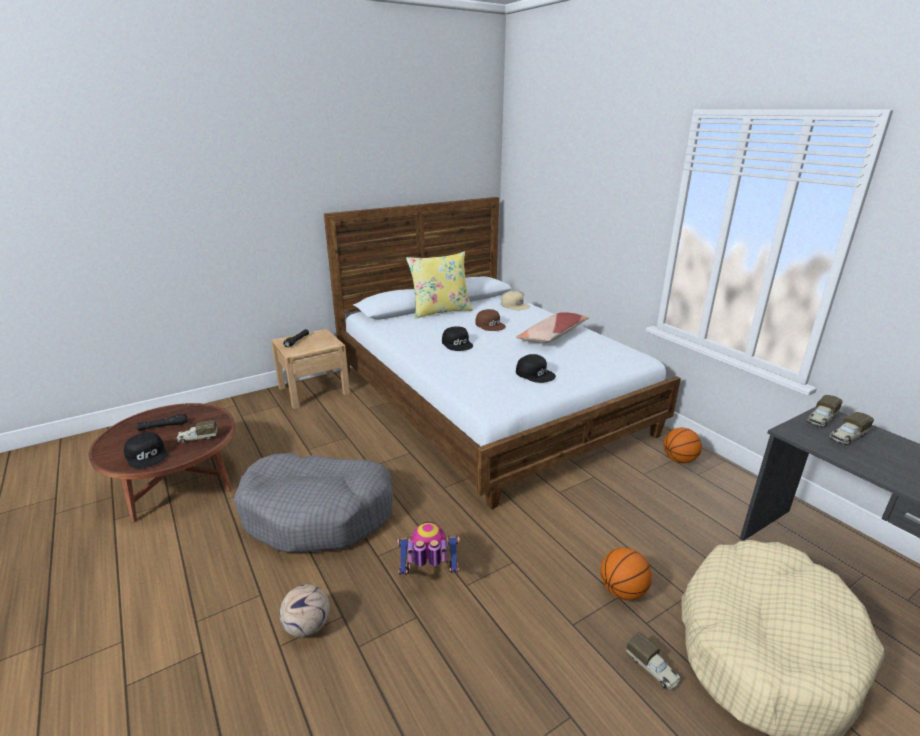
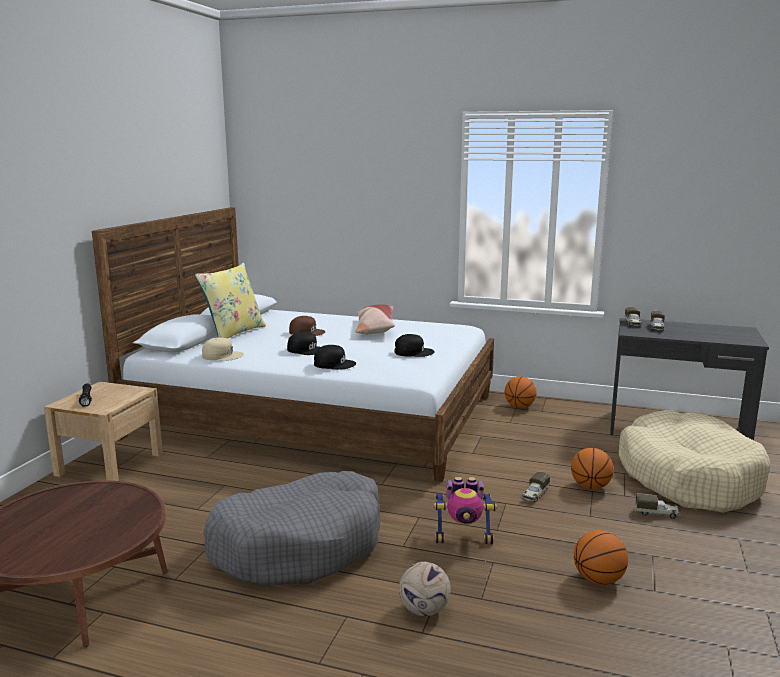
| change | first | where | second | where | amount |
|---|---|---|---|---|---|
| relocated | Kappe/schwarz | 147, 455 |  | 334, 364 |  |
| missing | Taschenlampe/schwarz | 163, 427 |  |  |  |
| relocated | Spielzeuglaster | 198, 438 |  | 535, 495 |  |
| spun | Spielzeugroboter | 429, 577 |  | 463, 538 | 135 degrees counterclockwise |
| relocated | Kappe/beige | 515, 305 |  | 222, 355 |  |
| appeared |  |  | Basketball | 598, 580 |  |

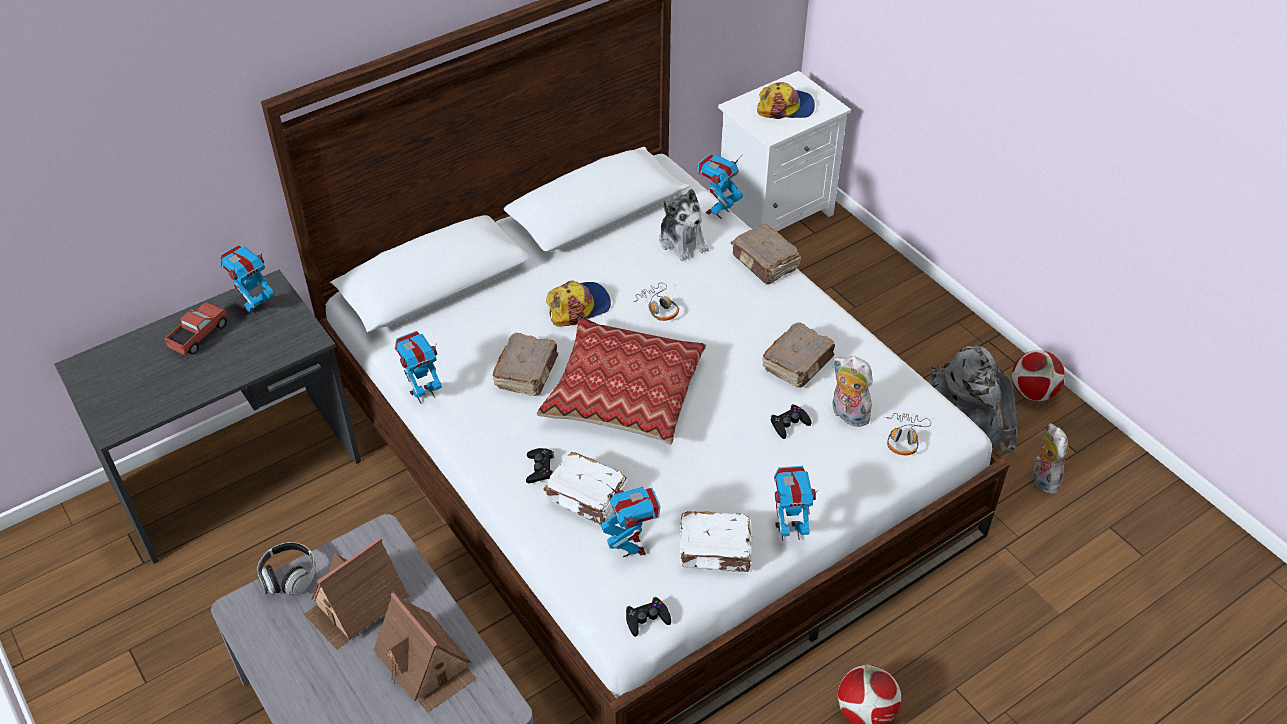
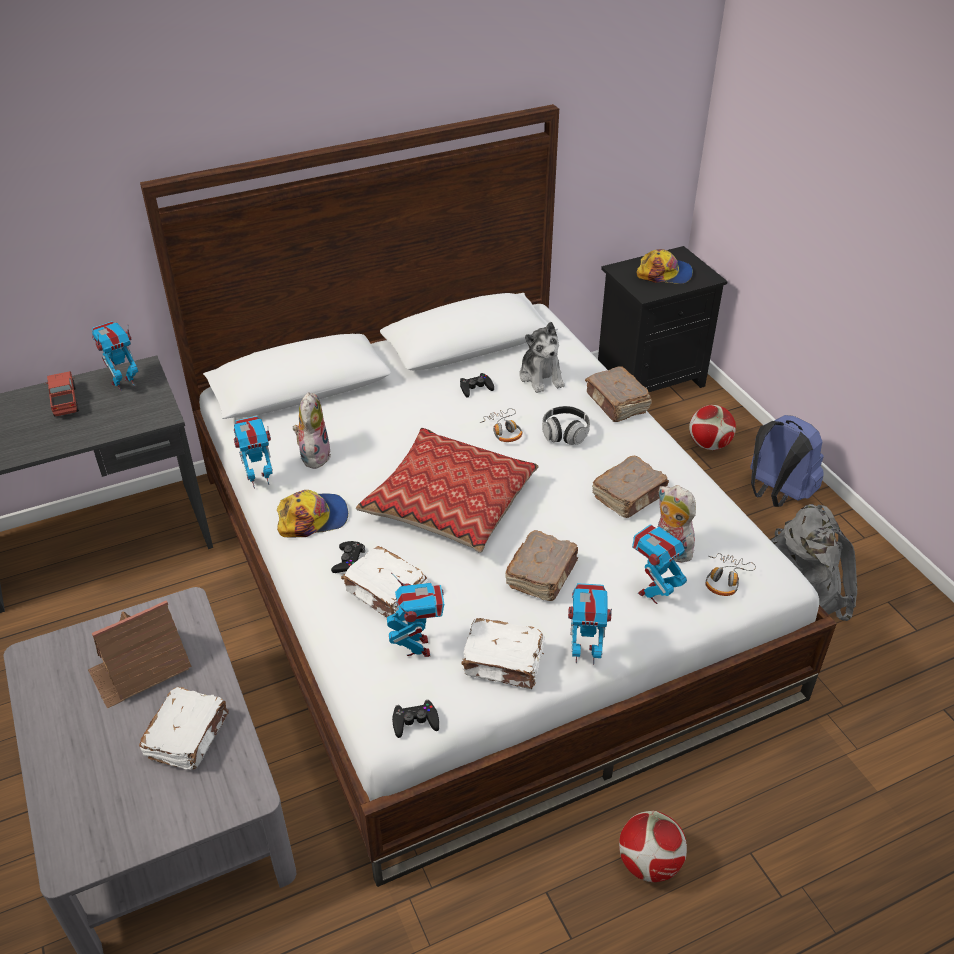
| change | first | where | second | where | amount |
|---|---|---|---|---|---|
| spun | Spielzeuglaster | 199, 336 |  | 65, 402 | 60 degrees counterclockwise |
| relocated | Kopfhörer | 289, 577 |  | 565, 433 |  |
| exchanged | Spielzeughaus | 426, 664 | Buch/weiß | 189, 736 |  |
| relocated | Buch/braun | 527, 372 |  | 542, 575 |  |
| relocated | Kappe | 578, 306 |  | 313, 518 |  |
| relocated | Spielzeugroboter | 718, 211 |  | 653, 593 |  |
| colour | Nachttisch/weiß | 775, 211 | Nachttisch/schwarz | 650, 378 |  |
| relocated | Gamepad/schwarz | 789, 424 |  | 476, 388 |  |
| relocated | Fußball | 1032, 392 |  | 709, 444 |  |
| relocated | Plüschtier | 1042, 478 |  | 313, 455 |  |
| appeared |  |  | Rucksack/blau | 776, 494 |  |

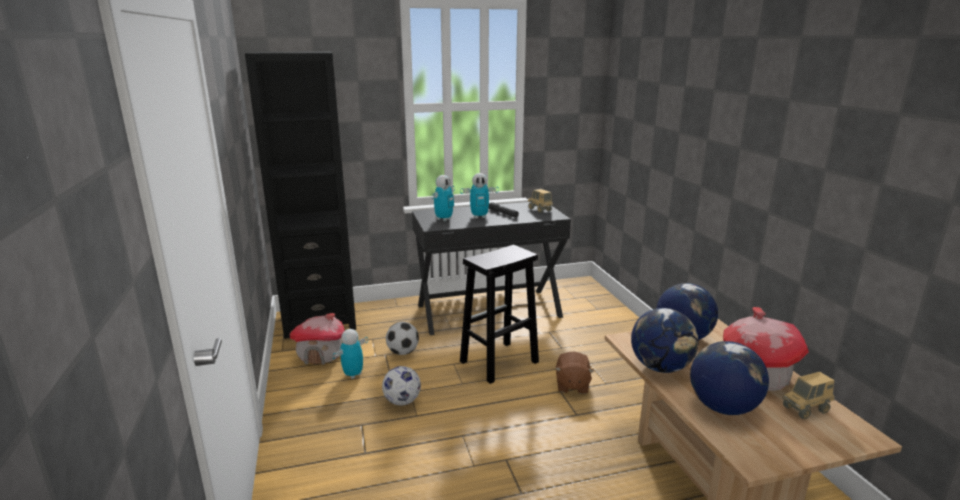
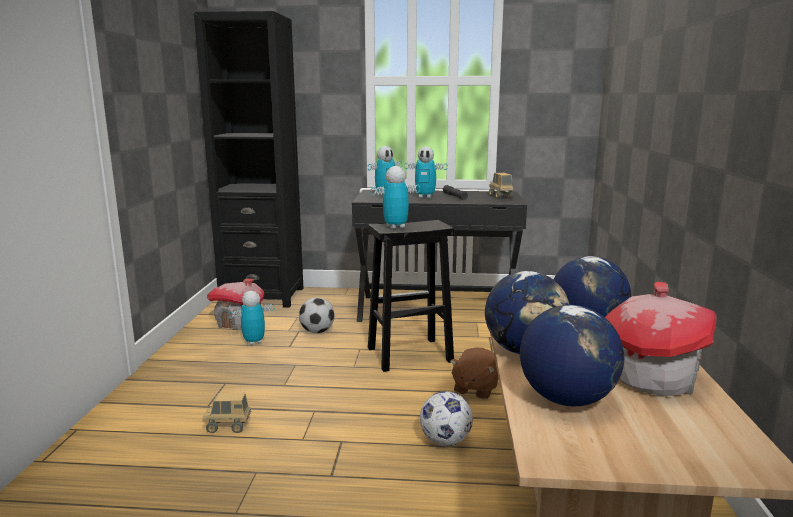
| change | first | where | second | where | amount |
|---|---|---|---|---|---|
| relocated | Fußball | 402, 401 |  | 445, 441 |  |
| relocated | Spielzeuglaster | 805, 409 |  | 228, 427 |  |
| appeared |  |  | Spielzeugroboter | 395, 227 |  |

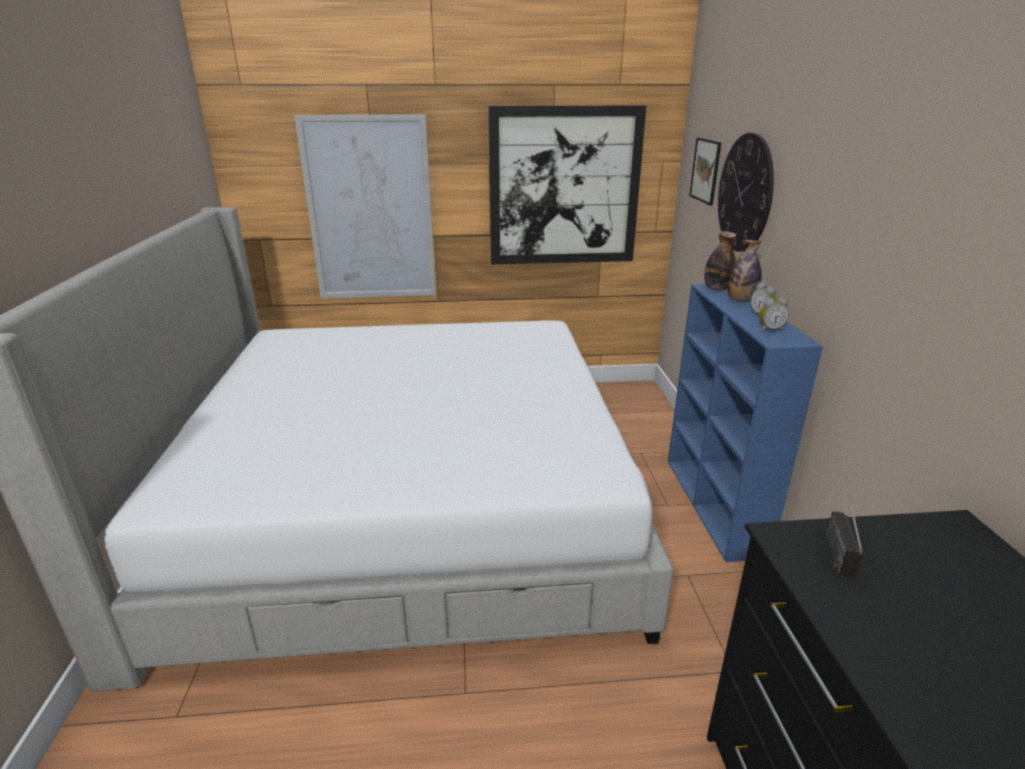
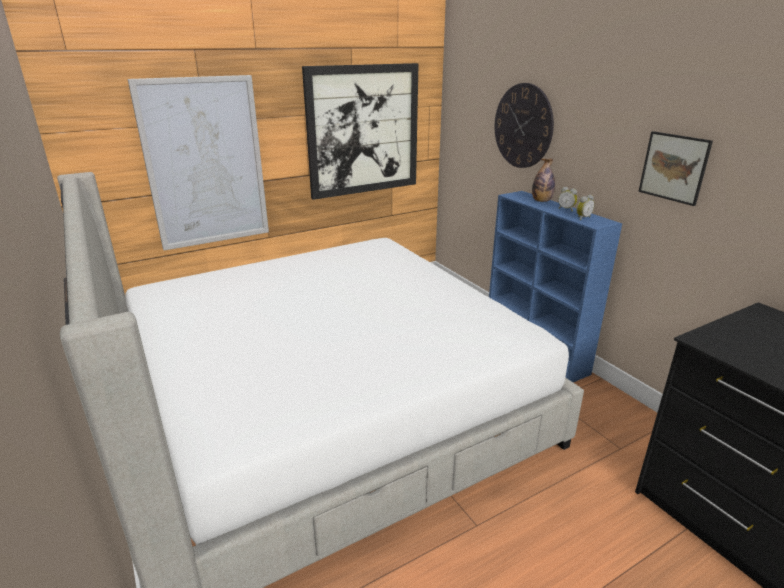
| change | first | where | second | where | amount |
|---|---|---|---|---|---|
| relocated | Bild | 705, 170 |  | 673, 167 |  |
| missing | Flasche | 716, 288 |  |  |  |
| missing | Radio | 834, 544 |  |  |  |

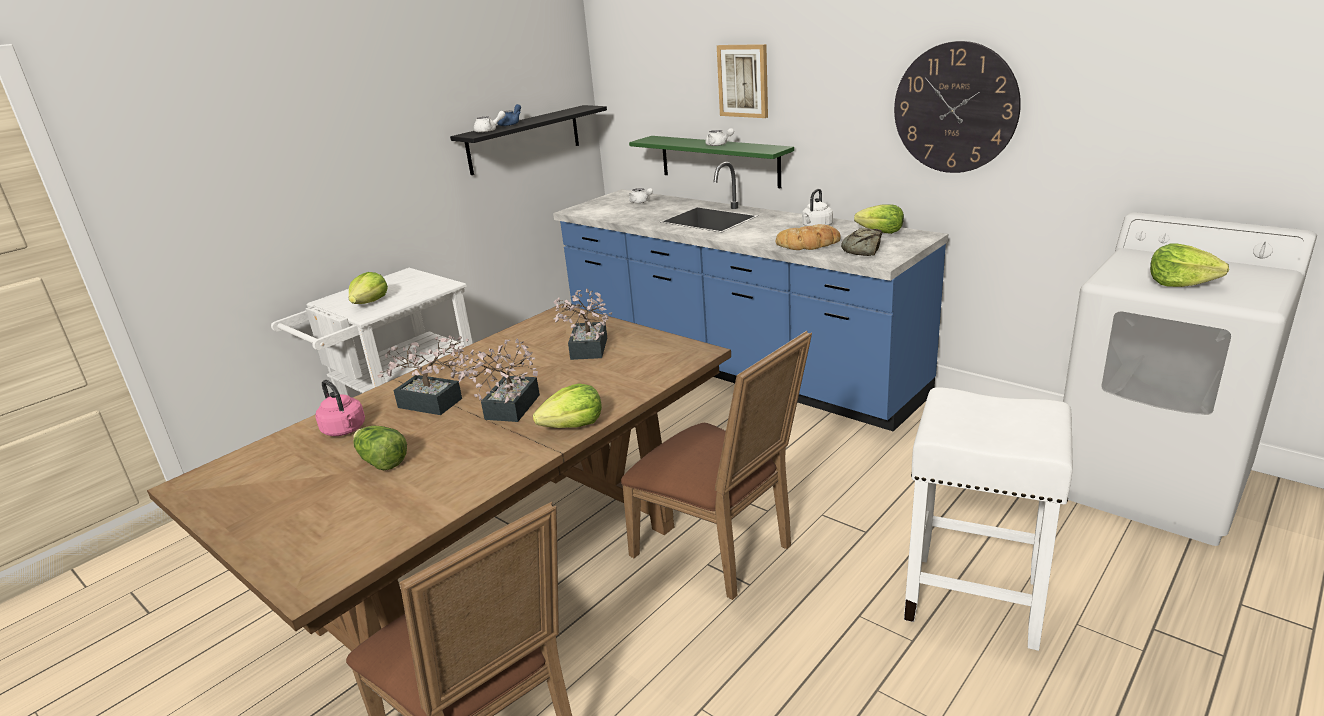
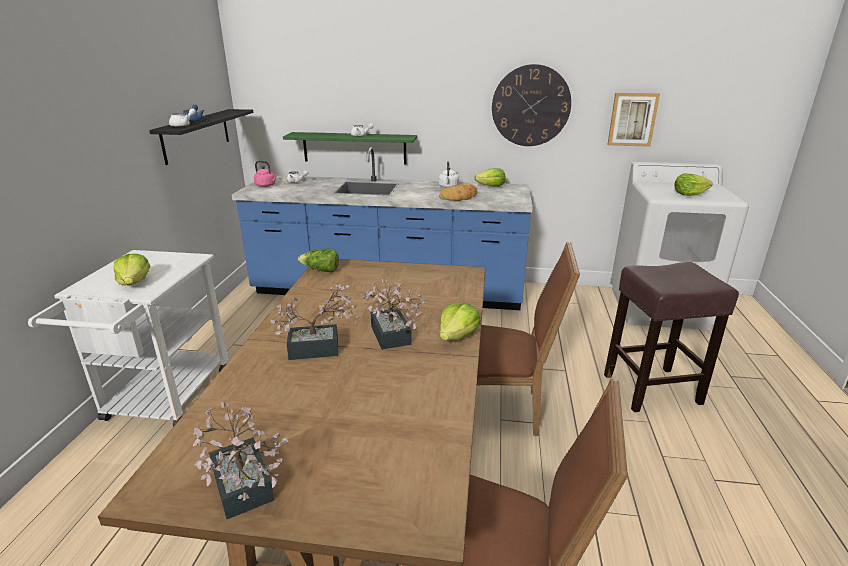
| change | first | where | second | where | amount |
|---|---|---|---|---|---|
| relocated | Wasserkessel/rosa | 345, 430 |  | 266, 185 |  |
| relocated | Salatkopf | 381, 461 |  | 321, 270 |  |
| relocated | Topfpflanze | 587, 351 |  | 244, 492 |  |
| relocated | Bild | 743, 81 |  | 632, 119 |  |
| missing | Brot | 863, 249 |  |  |  |
| colour | Hocker/weiß | 976, 600 | Hocker/braun | 653, 389 |  |

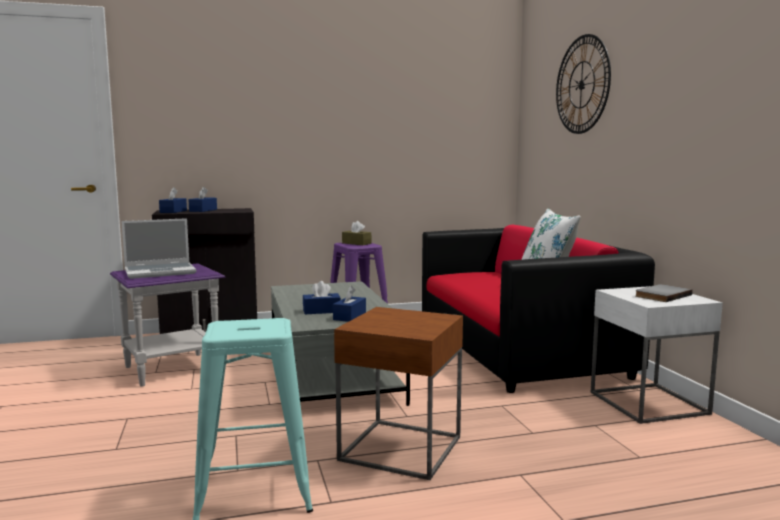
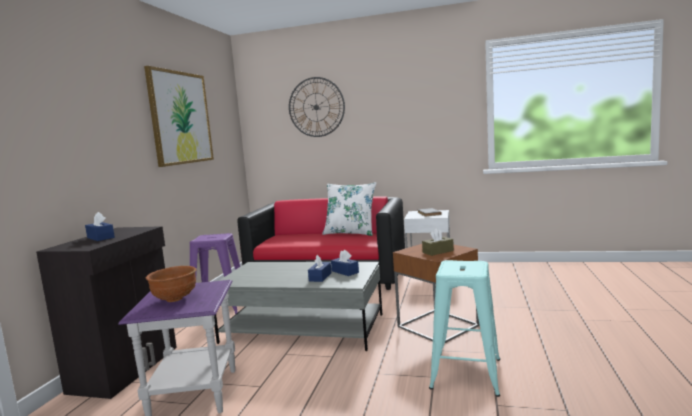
| change | first | where | second | where | amount |
|---|---|---|---|---|---|
| exchanged | Laptop | 161, 272 | Schüssel/braun | 174, 299 |  |
| missing | Taschentuchbox/blau | 173, 211 |  |  |  |
| relocated | Taschentuchbox/braun | 356, 243 |  | 438, 251 |  |
| appeared |  |  | Bild | 180, 118 |  |

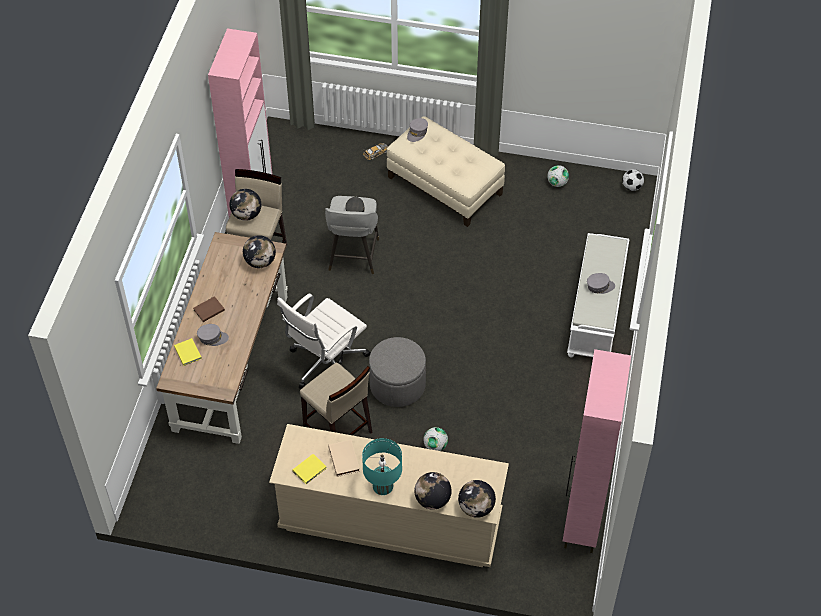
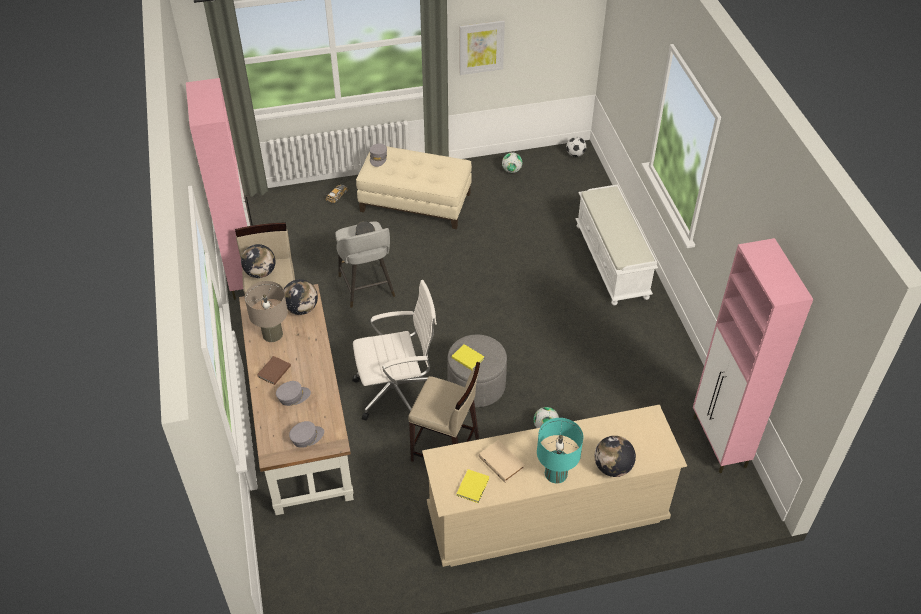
| change | first | where | second | where | amount |
|---|---|---|---|---|---|
| relocated | Buch/gelb | 188, 352 |  | 467, 357 |  |
| spun | Bürostuhl/weiß | 326, 364 |  | 397, 392 | 120 degrees counterclockwise |
| missing | Globus | 476, 508 |  |  |  |
| relocated | Kappe/grau | 600, 286 |  | 307, 437 |  |
| appeared |  |  | Tischlampe/beige | 272, 334 |  |
| appeared |  |  | Bild | 481, 47 |  |

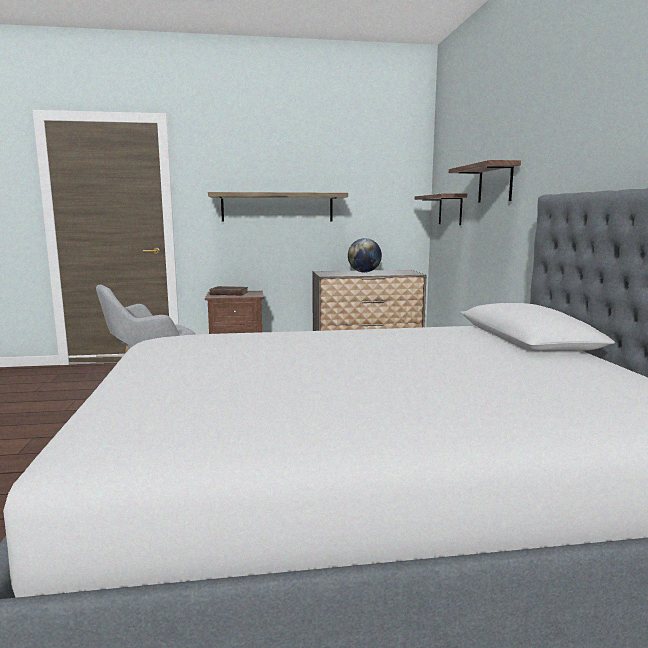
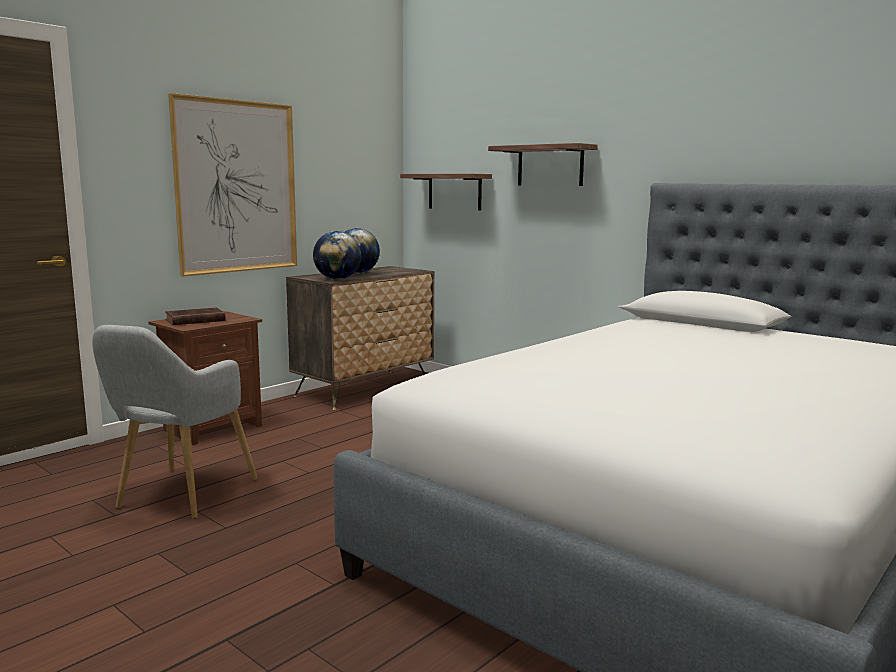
| change | first | where | second | where | amount |
|---|---|---|---|---|---|
| exchanged | Wandregal | 277, 207 | Bild | 237, 187 |  |
| appeared |  |  | Globus | 337, 279 |  |

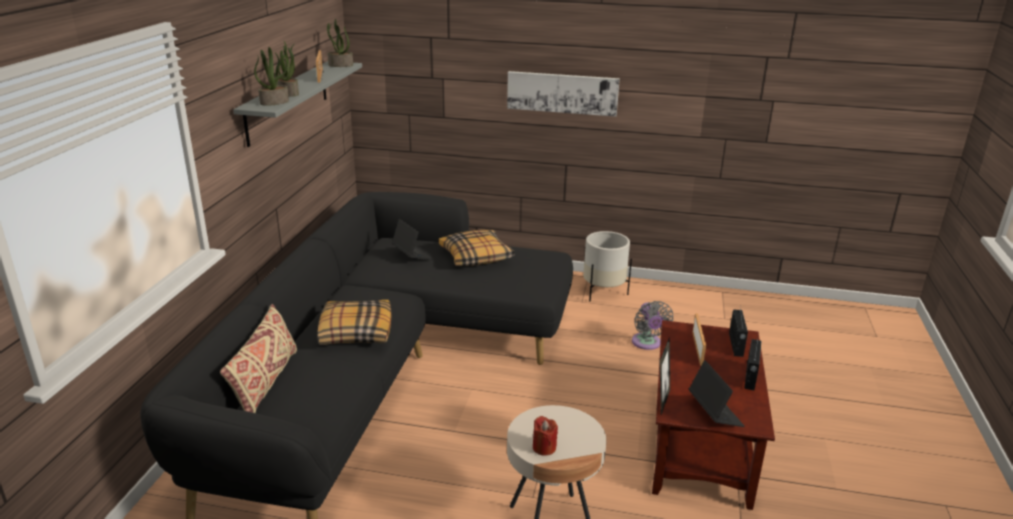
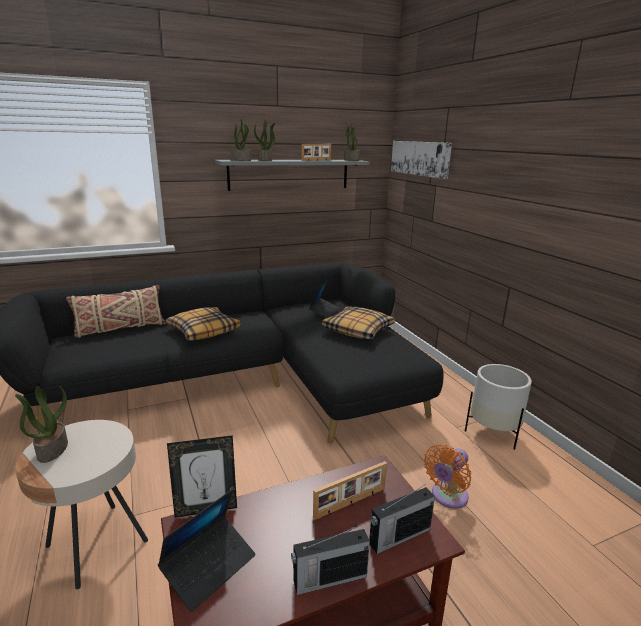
| change | first | where | second | where | amount |
|---|---|---|---|---|---|
| relocated | Bild | 562, 93 |  | 420, 158 |  |
| exchanged | Kerze/rot | 544, 447 | Topfpflanze | 52, 449 |  |
| colour | Ventilator/grau | 647, 343 | Ventilator/orange | 447, 497 |  |

